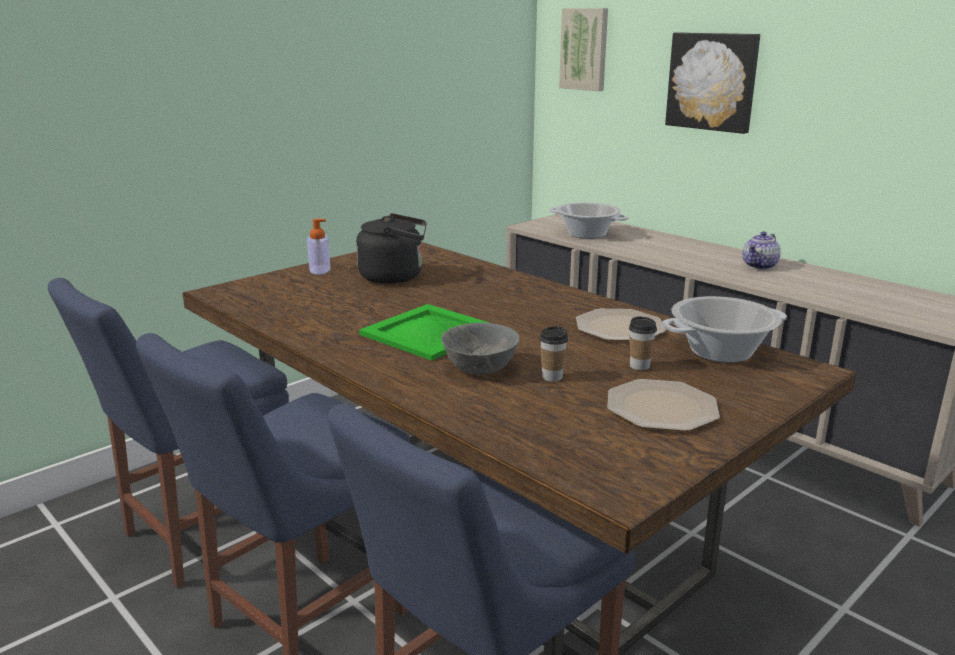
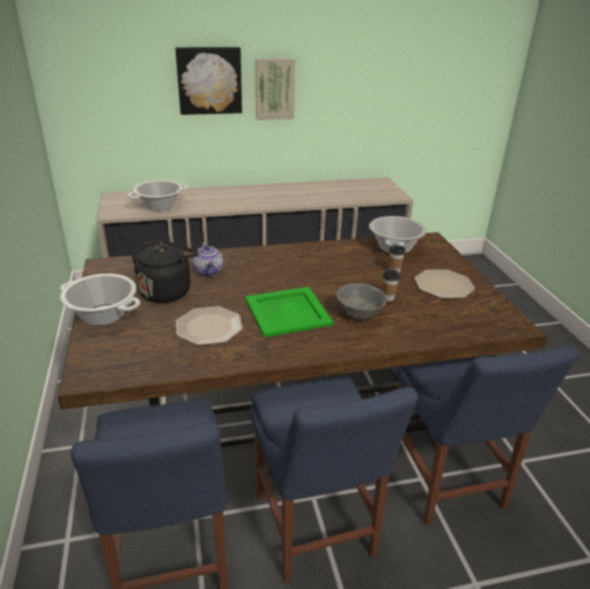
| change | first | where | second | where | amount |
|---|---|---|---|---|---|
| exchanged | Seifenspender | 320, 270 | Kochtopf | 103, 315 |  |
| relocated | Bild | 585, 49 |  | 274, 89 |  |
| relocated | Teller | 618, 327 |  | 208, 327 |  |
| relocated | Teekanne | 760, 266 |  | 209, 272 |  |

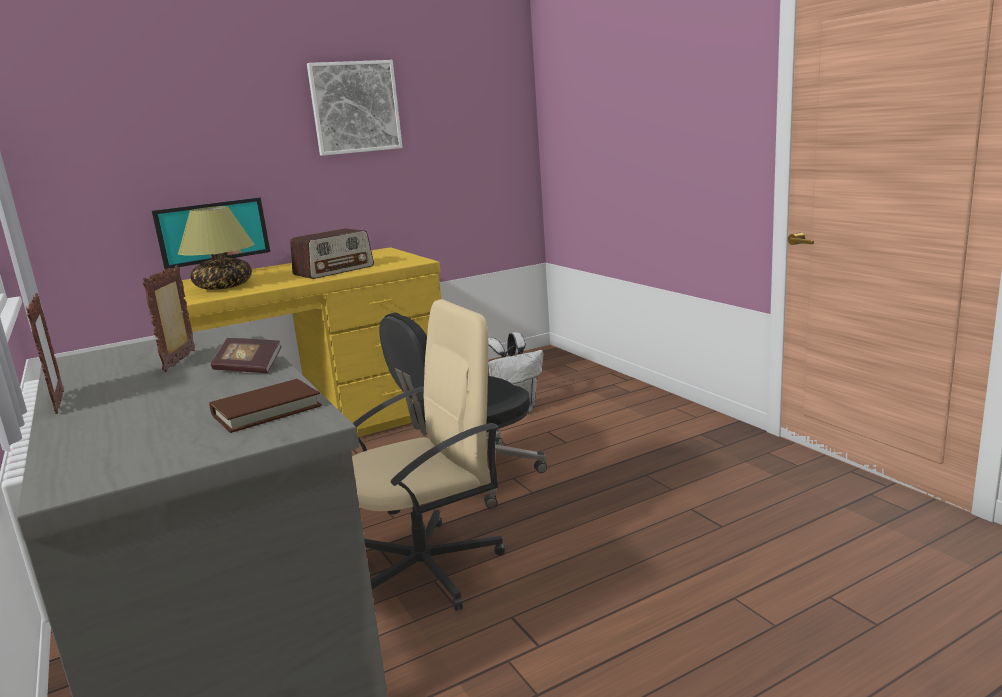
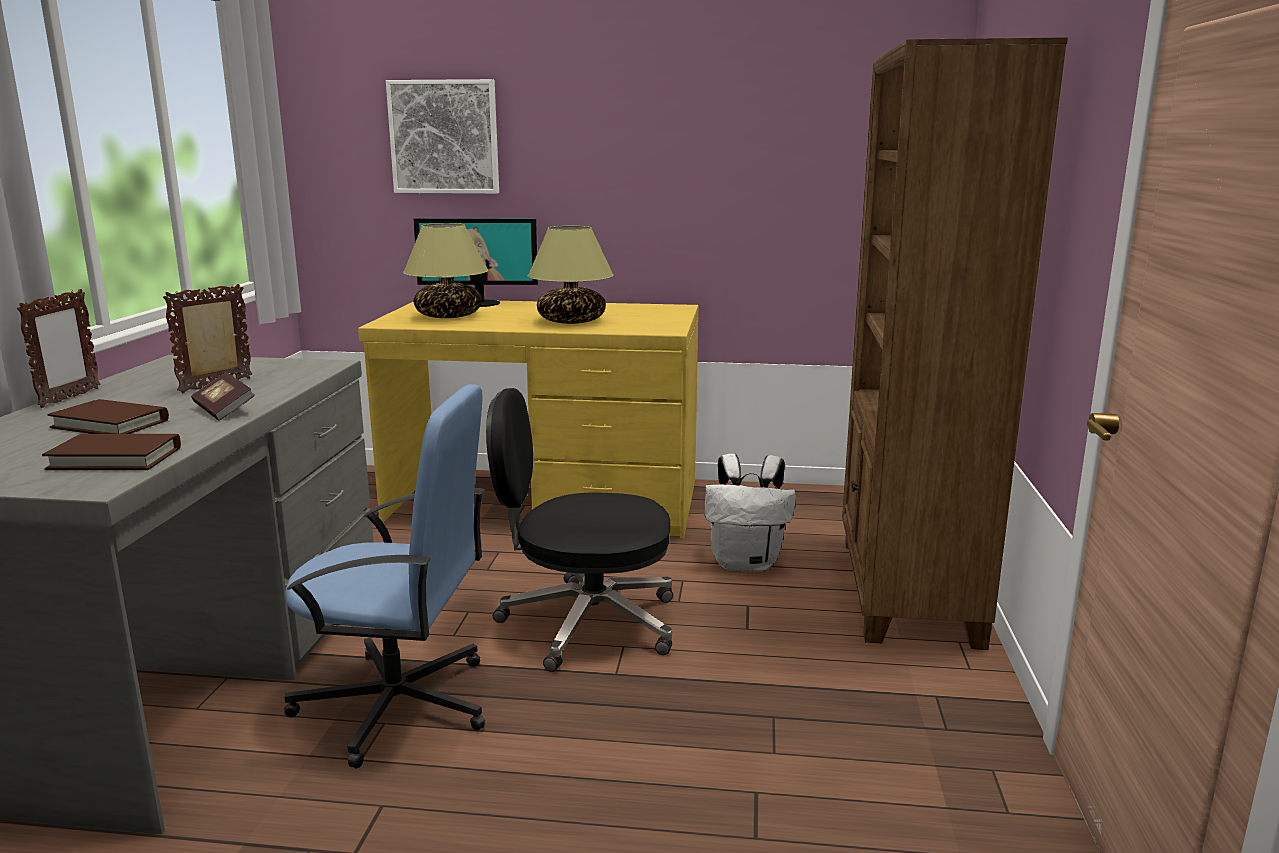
| change | first | where | second | where | amount |
|---|---|---|---|---|---|
| exchanged | Radio | 334, 270 | Tischlampe | 572, 321 |  |
| relocated | Bild | 355, 107 |  | 444, 137 |  |
| colour | Bürostuhl/beige | 426, 567 | Bürostuhl/blau | 398, 705 |  |
| appeared |  |  | Buch/braun | 110, 424 |  |
| appeared |  |  | Bücherregal/braun | 906, 591 |  |

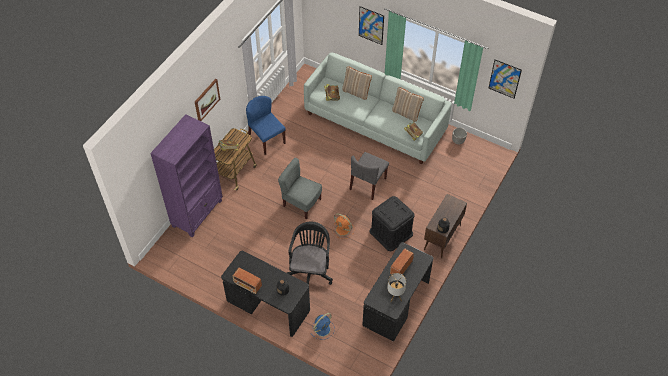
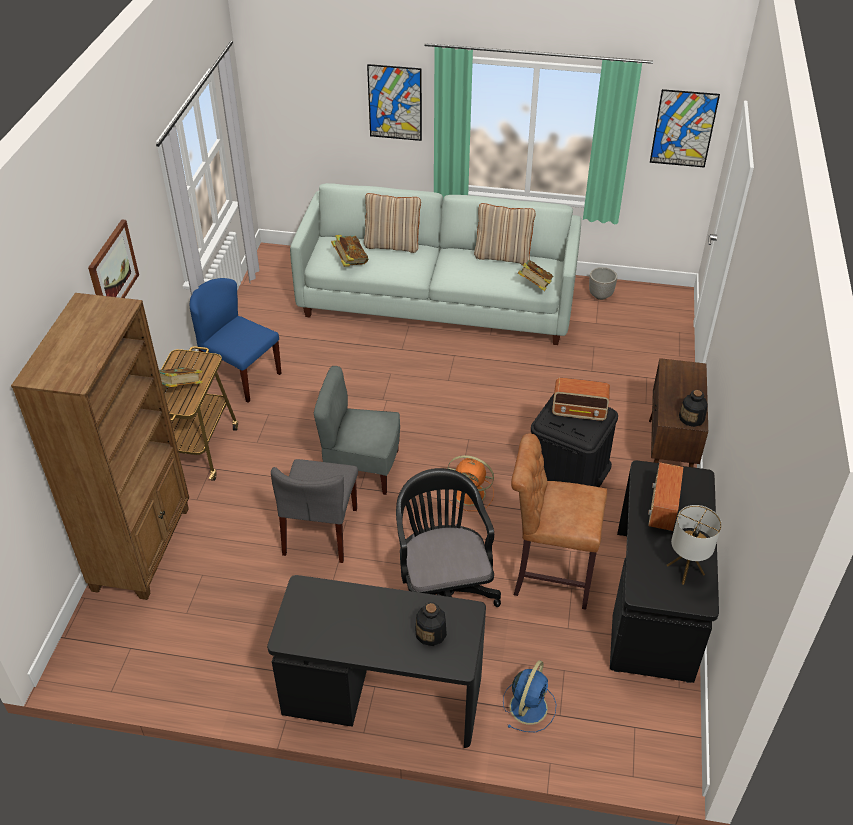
| change | first | where | second | where | amount |
|---|---|---|---|---|---|
| colour | Bücherregal/lila | 198, 213 | Bücherregal/braun | 143, 547 |  |
| relocated | Radio | 248, 285 |  | 579, 412 |  |
| relocated | Stuhl/grau | 368, 184 |  | 321, 532 |  |
| appeared |  |  | Hocker/braun | 548, 575 |  |

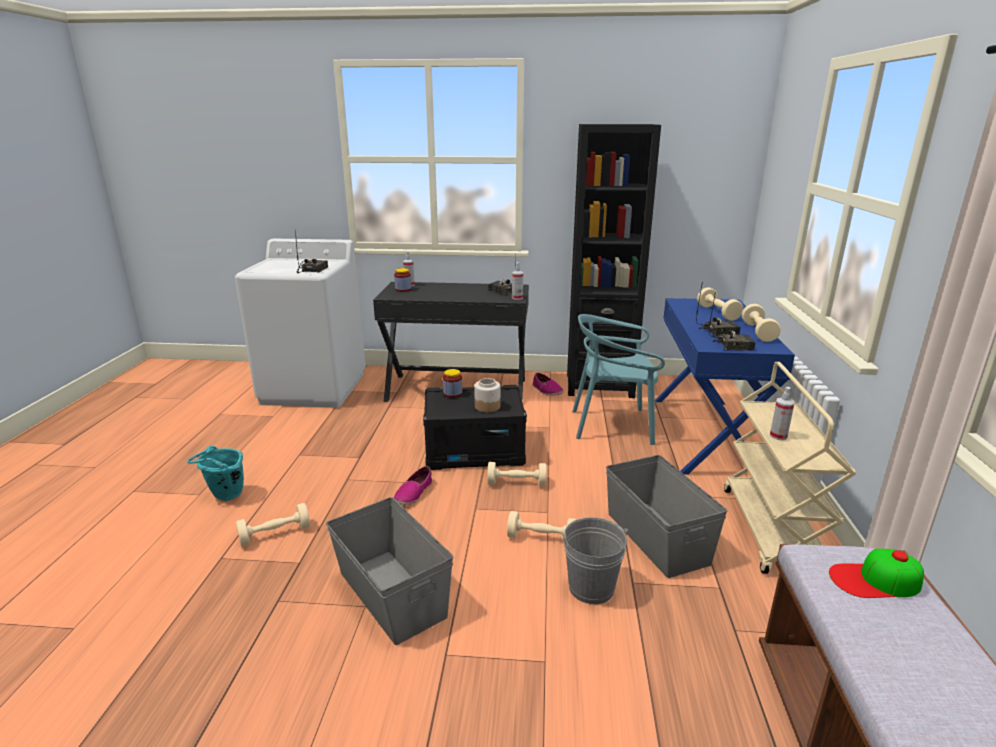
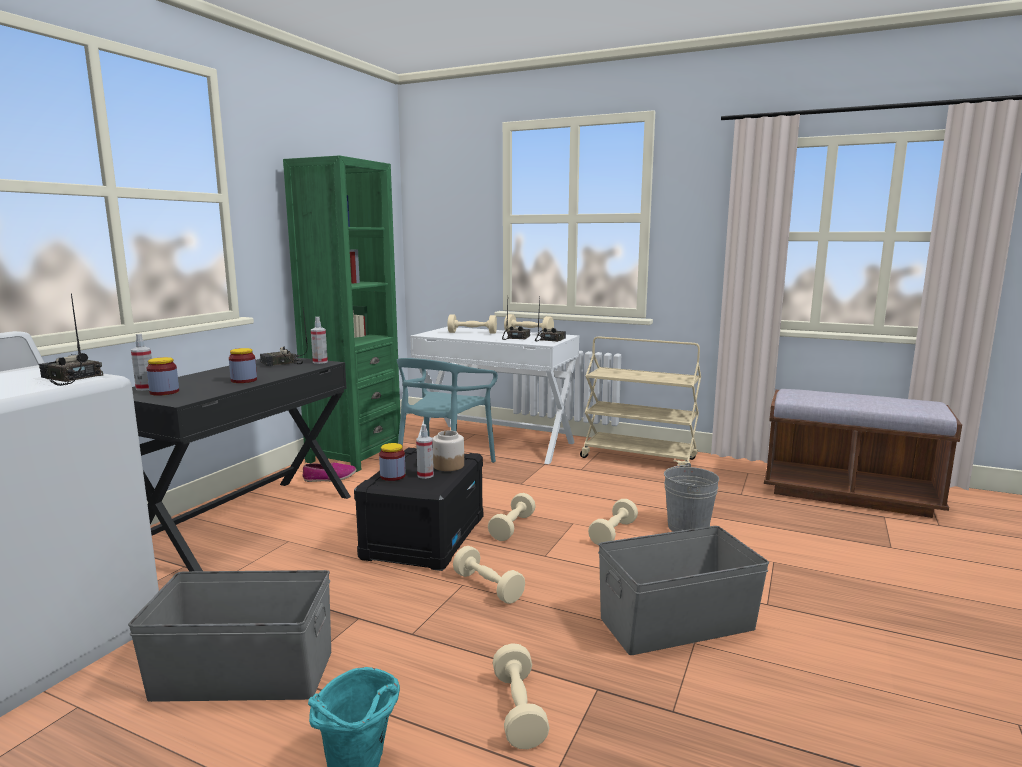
| change | first | where | second | where | amount |
|---|---|---|---|---|---|
| exchanged | Schuh | 413, 493 | Hantel/beige | 488, 587 |  |
| colour | Bücherregal/schwarz | 599, 385 | Bücherregal/grün | 354, 455 |  |
| relocated | Aufbewahrungsbox/grau | 657, 537 |  | 243, 674 |  |
| colour | Schreibtisch/blau | 706, 434 | Schreibtisch/weiß | 496, 442 |  |
| relocated | Sprühflasche | 778, 436 |  | 425, 475 |  |
| missing | Kappe | 875, 580 |  |  |  |
| appeared |  |  | Vorratsglas | 244, 380 |  |

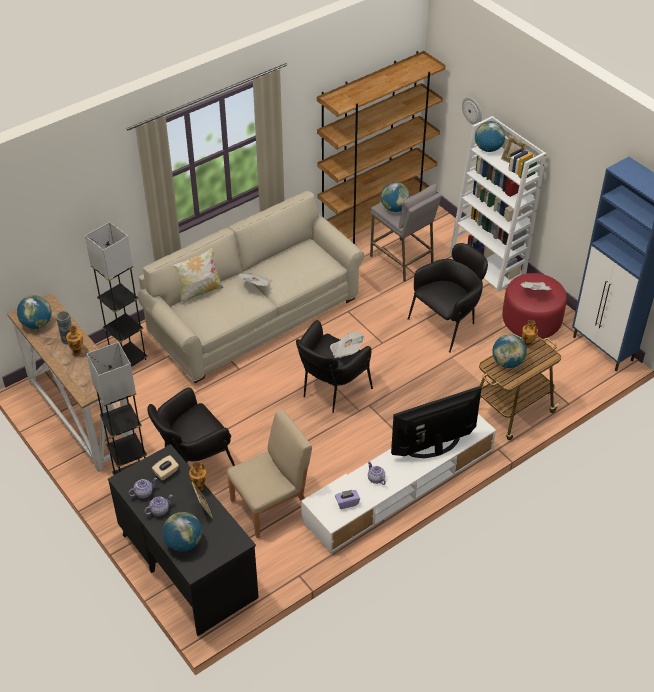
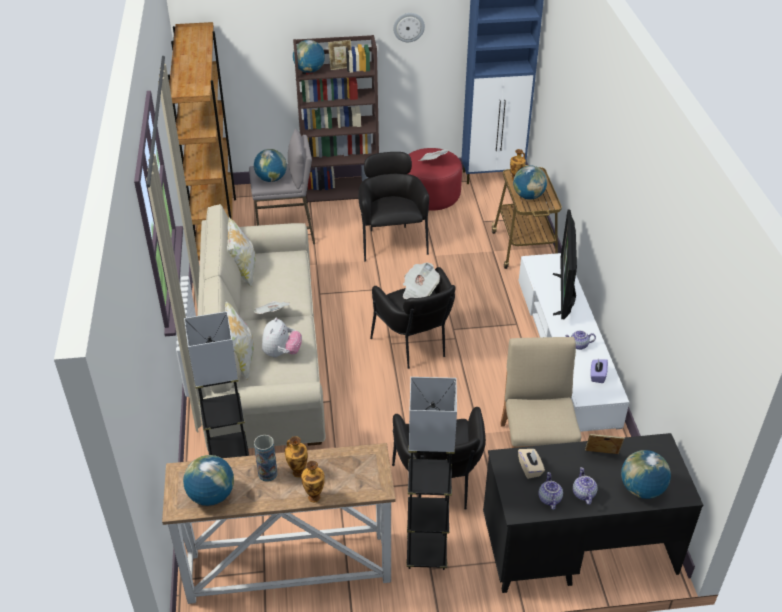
| change | first | where | second | where | amount |
|---|---|---|---|---|---|
| relocated | Vase | 199, 487 |  | 314, 496 |  |
| colour | Bücherregal/weiß | 488, 265 | Bücherregal/braun | 341, 190 |  |
| relocated | Wanduhr | 472, 110 |  | 408, 27 |  |
| appeared |  |  | Kissen | 243, 271 |  |
| appeared |  |  | Plüschtier | 282, 353 |  |

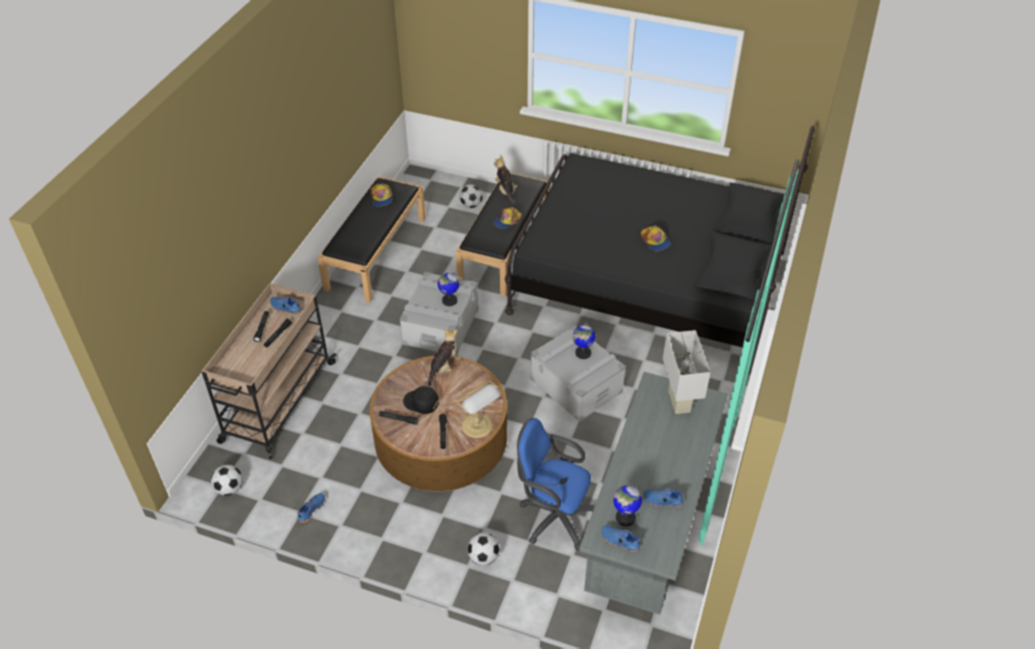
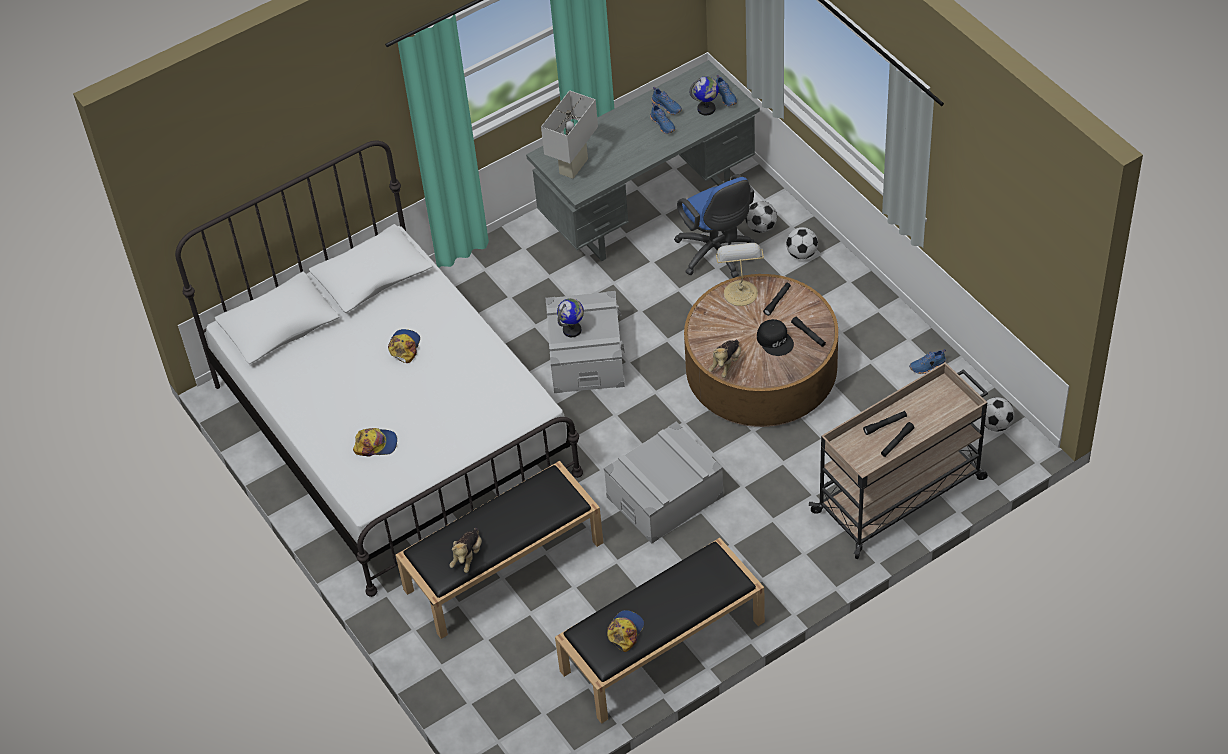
| change | first | where | second | where | amount |
|---|---|---|---|---|---|
| relocated | Schuh/blau | 285, 308 |  | 663, 124 |  |
| spun | Plüschtier | 444, 368 |  | 726, 364 | 45 degrees counterclockwise |
| missing | Globus | 449, 300 |  |  |  |
| relocated | Fußball | 471, 205 |  | 761, 227 |  |
| relocated | Kappe | 507, 221 |  | 376, 444 |  |
| colour | Bett/schwarz | 649, 282 | Bett/weiß | 393, 429 |  |

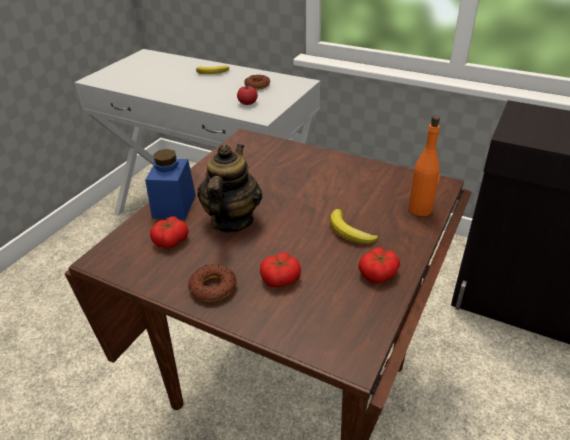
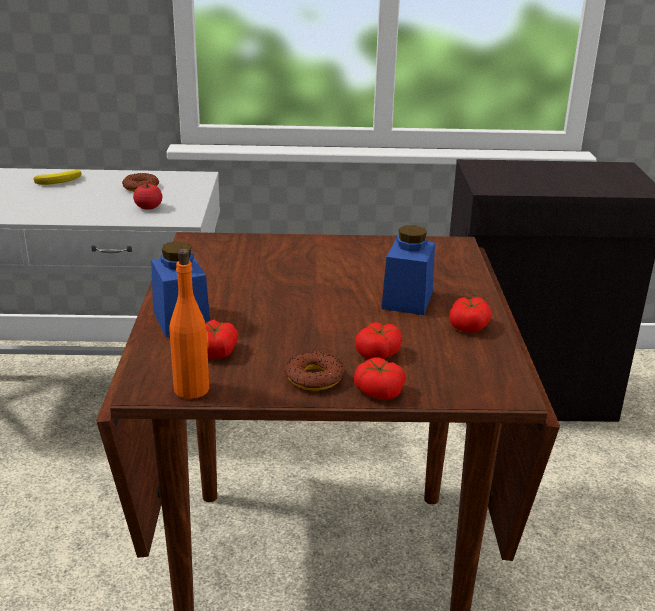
| change | first | where | second | where | amount |
|---|---|---|---|---|---|
| missing | Teekanne | 231, 220 |  |  |  |
| exchanged | Banane | 349, 232 | Vorratsglas/blau | 407, 300 |  |
| relocated | Flasche/orange | 420, 209 |  | 192, 389 |  |
| appeared |  |  | Tomate | 378, 391 |  |

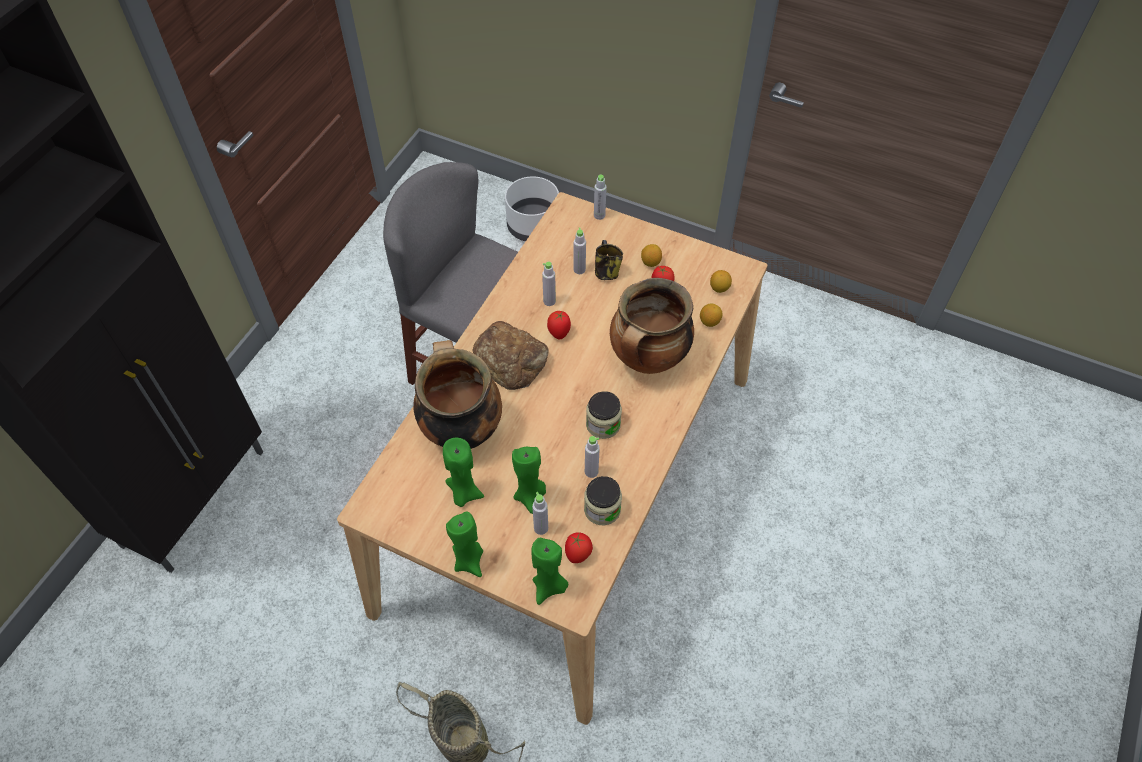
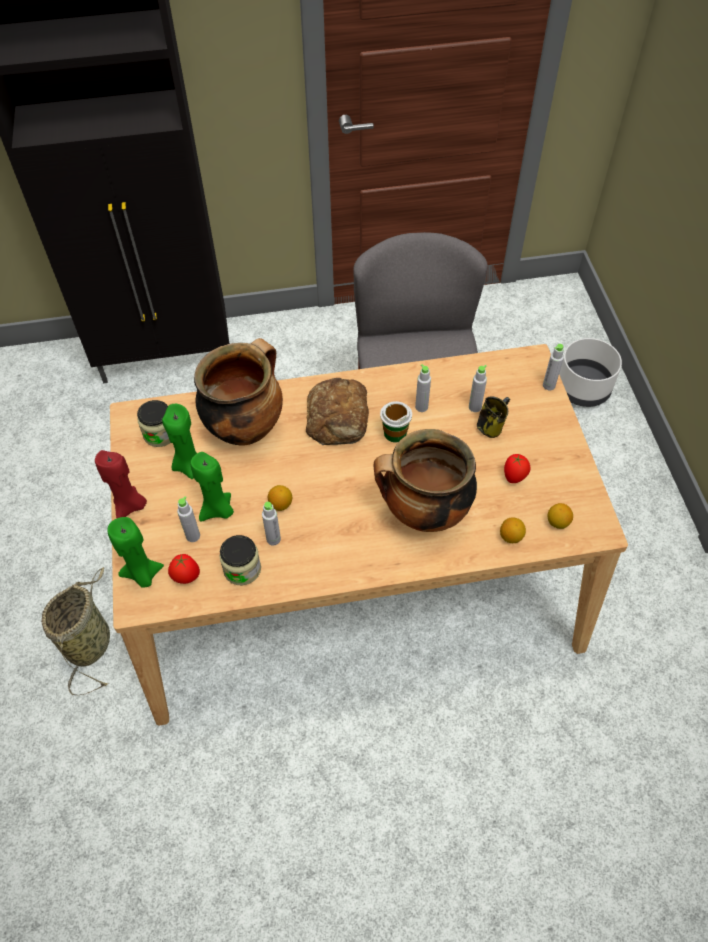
| change | first | where | second | where | amount |
|---|---|---|---|---|---|
| colour | Kerze/grün | 469, 561 | Kerze/rot | 130, 506 |  |
| exchanged | Tomate | 559, 333 | Tasse | 395, 433 |  |
| relocated | Vorratsglas | 603, 424 |  | 160, 434 |  |
| relocated | Zitrone | 650, 262 |  | 281, 504 |  |

